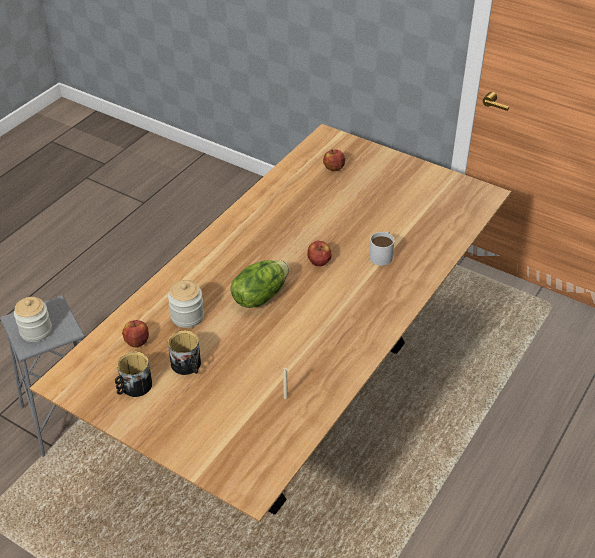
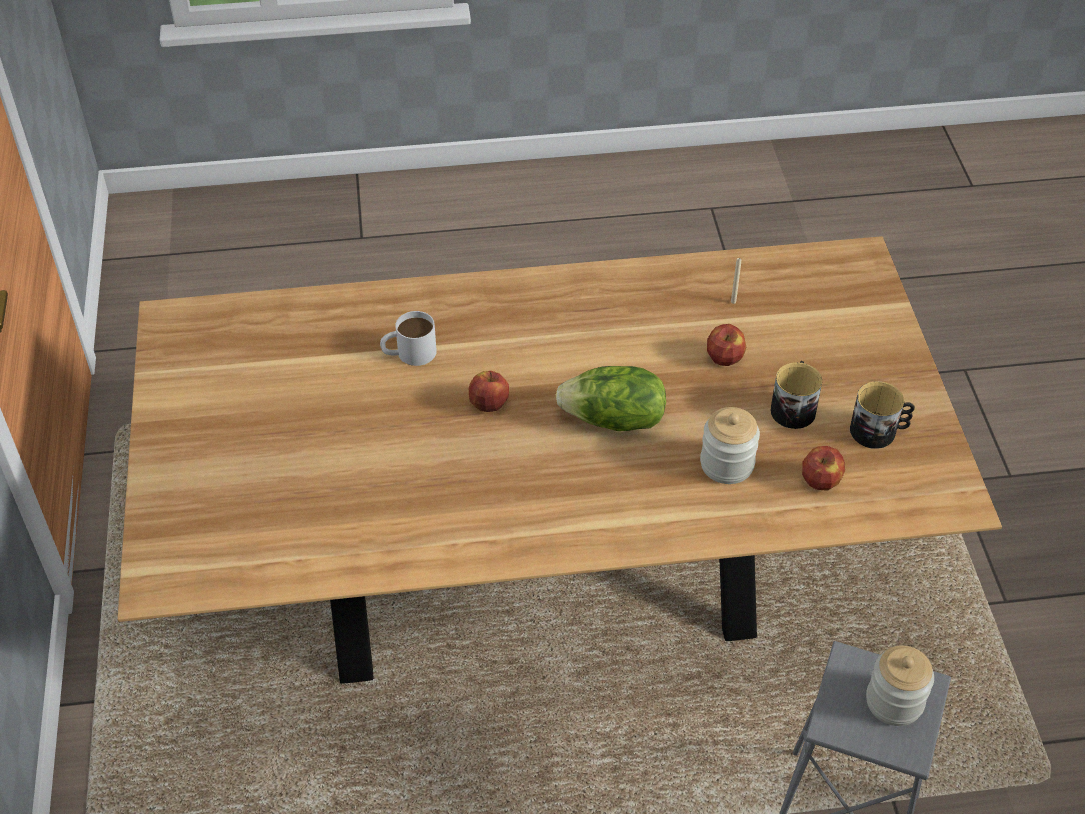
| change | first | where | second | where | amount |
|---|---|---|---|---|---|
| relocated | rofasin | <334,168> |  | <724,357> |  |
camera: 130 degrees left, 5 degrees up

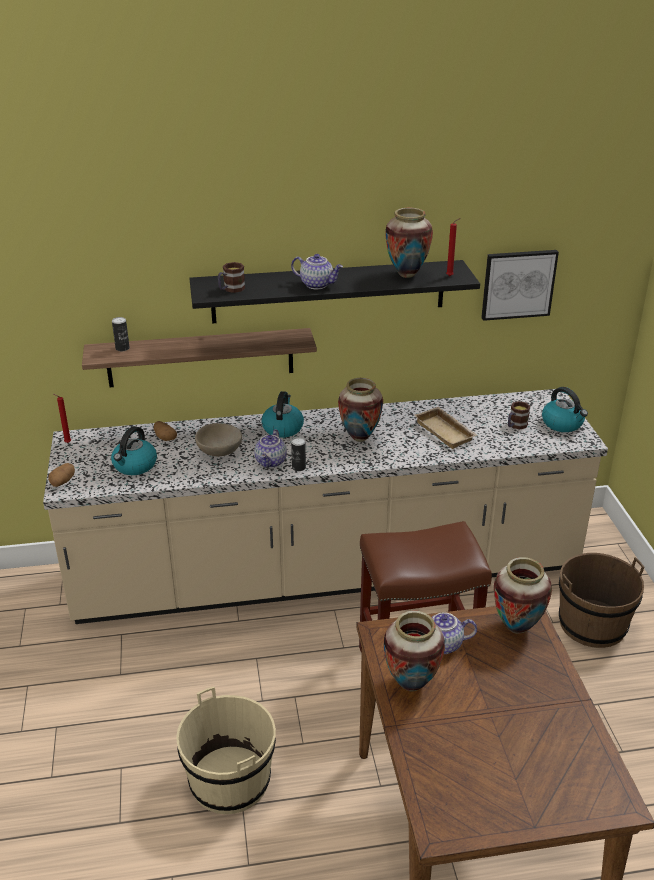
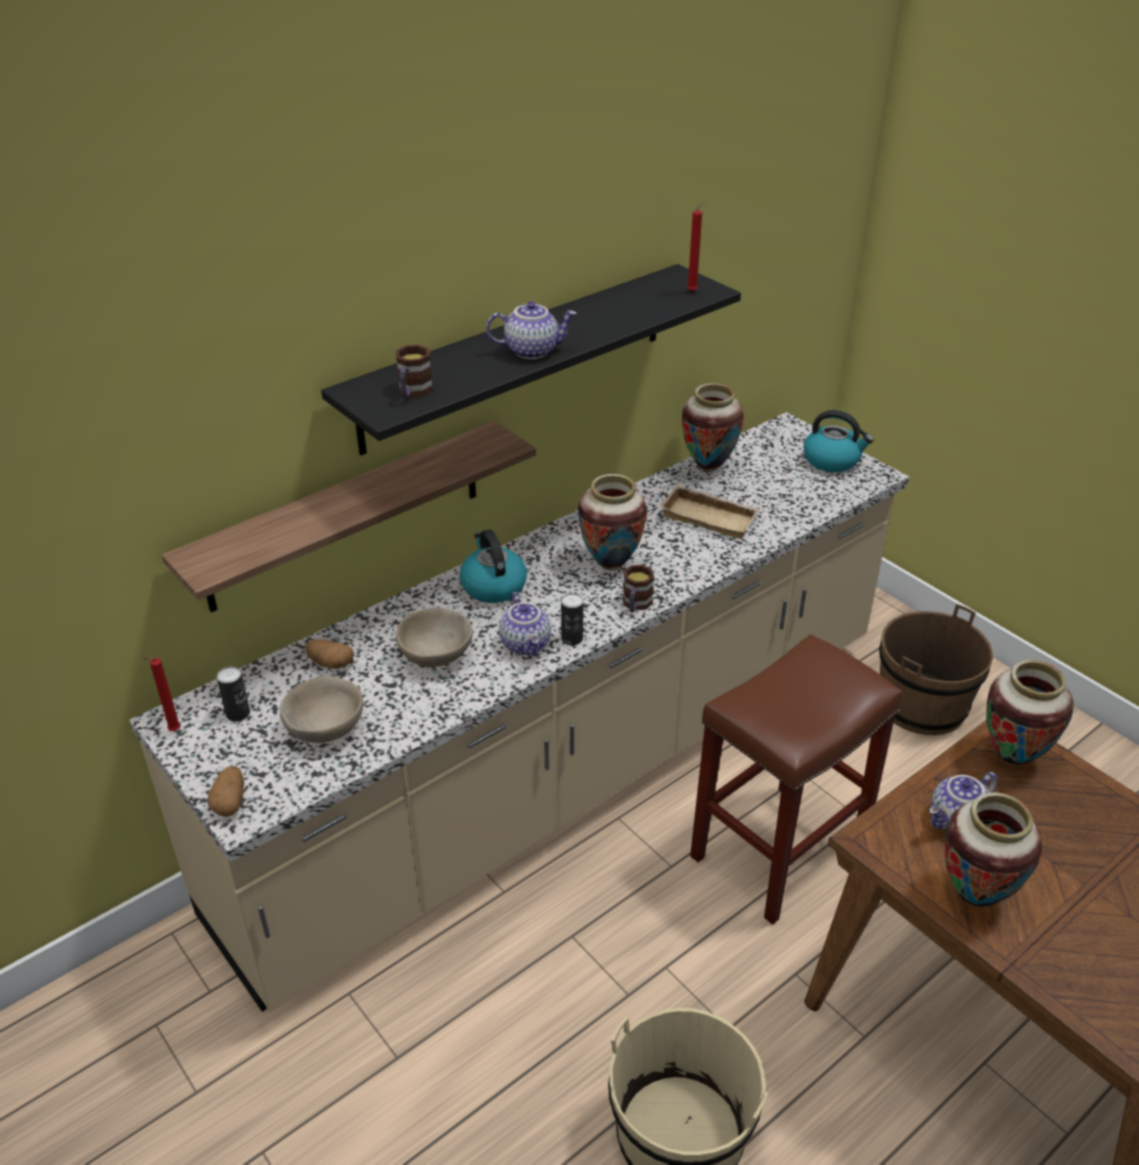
| change | first | where | second | where | amount |
|---|---|---|---|---|---|
| exchanged | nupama | <135,466> | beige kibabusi | <326,728> |  |
| relocated | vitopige | <122,348> |  | <238,713> |  |
| relocated | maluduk | <406,275> |  | <708,466> |  |
| missing | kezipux | <518,284> |  |  |  |
| relocated | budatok | <515,426> |  | <636,605> |  |
camera: 30 degrees left, 5 degrees up

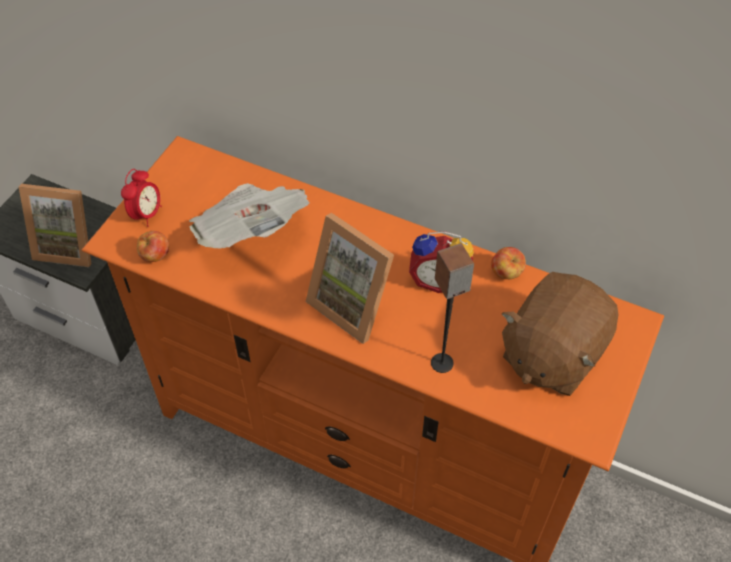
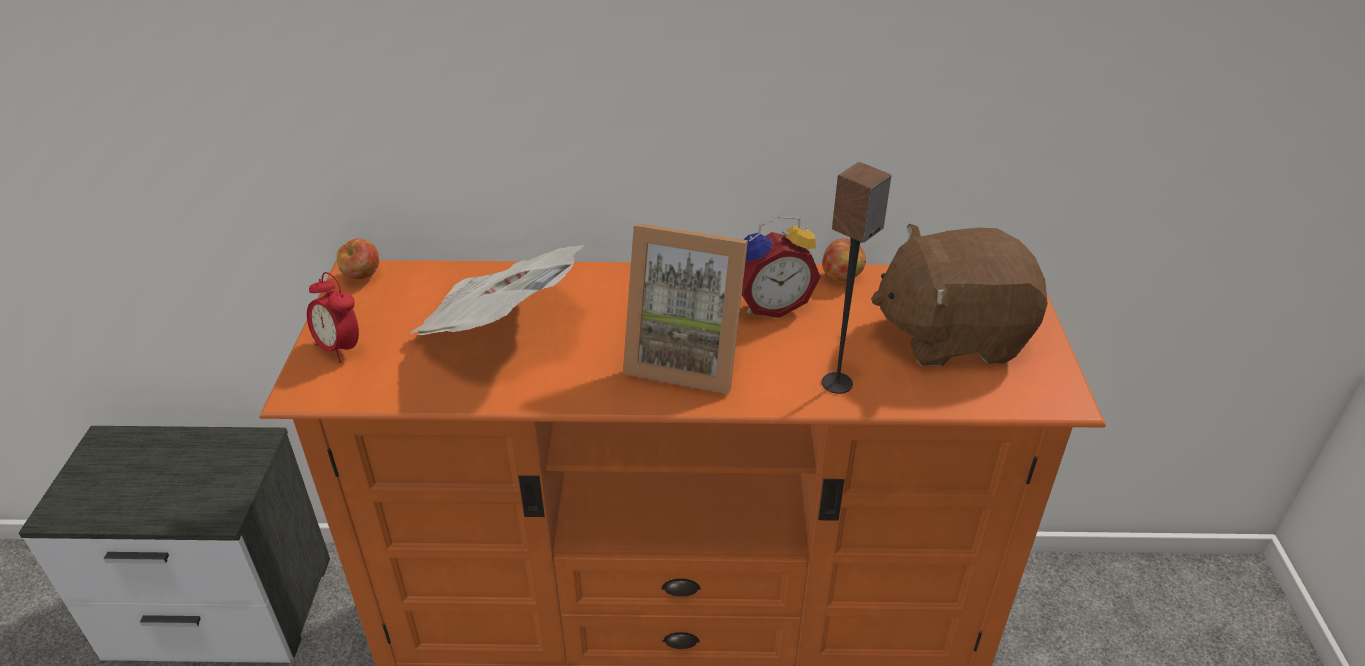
| change | first | where | second | where | amount |
|---|---|---|---|---|---|
| missing | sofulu | <69,245> |  |  |  |
| spun | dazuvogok | <146,214> |  | <340,348> | 135 degrees clockwise |
| relocated | rofasin | <156,256> |  | <362,277> |  |
| spun | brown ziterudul | <551,353> |  | <951,334> | 75 degrees clockwise |
camera: 25 degrees left, 15 degrees down

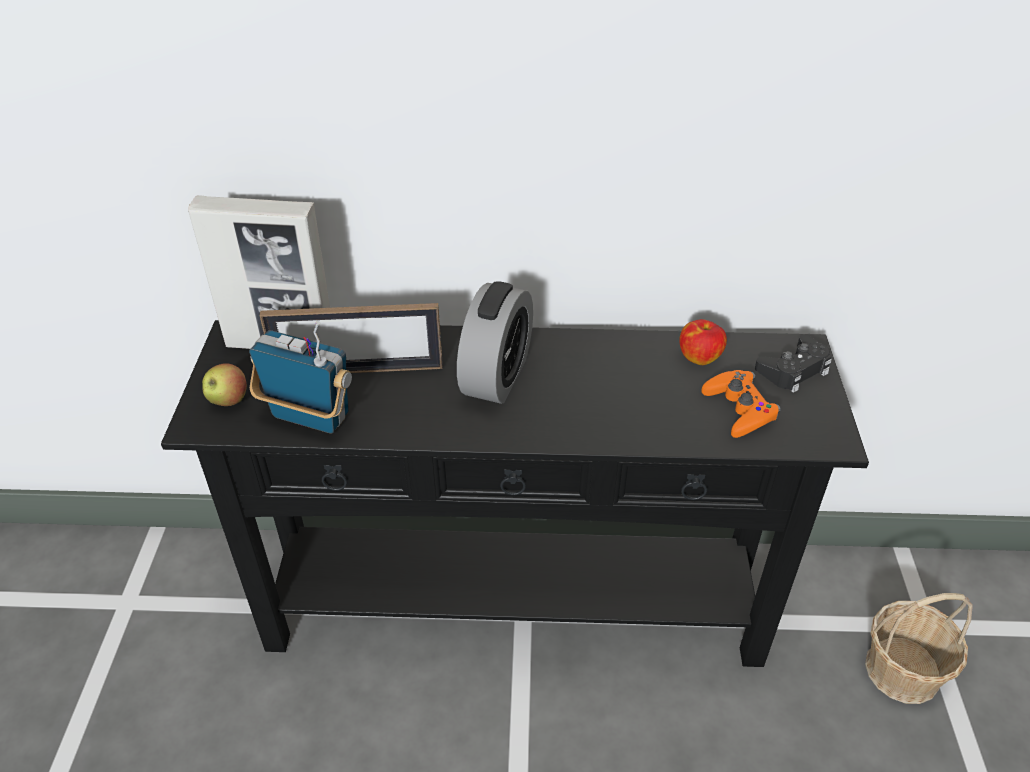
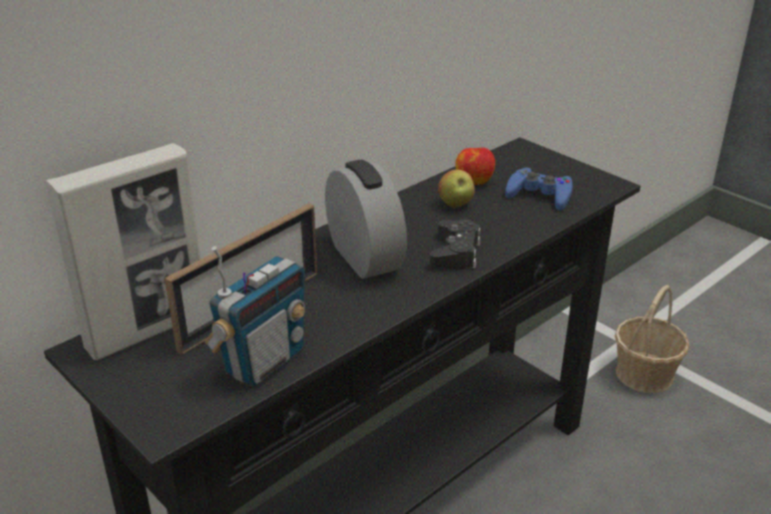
| change | first | where | second | where | amount |
|---|---|---|---|---|---|
| relocated | rofasin | <228,401> |  | <455,205> |  |
| spun | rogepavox | <310,417> |  | <264,361> | 150 degrees clockwise |
| colour | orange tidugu | <739,409> | blue tidugu | <539,195> |  |
| relocated | black tidugu | <794,370> |  | <455,252> |  |
camera: 45 degrees left, 10 degrees down

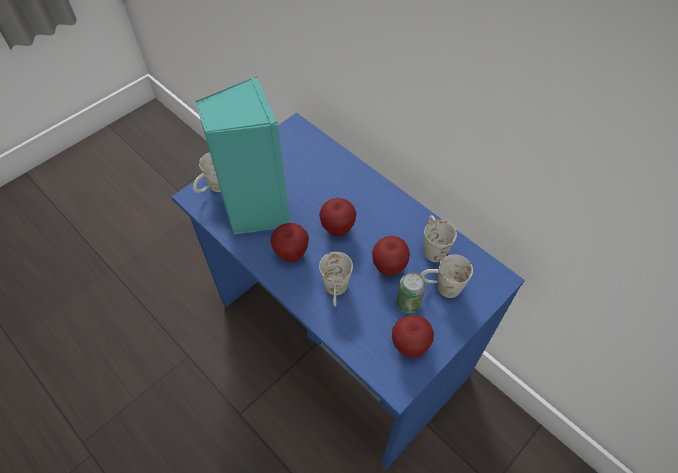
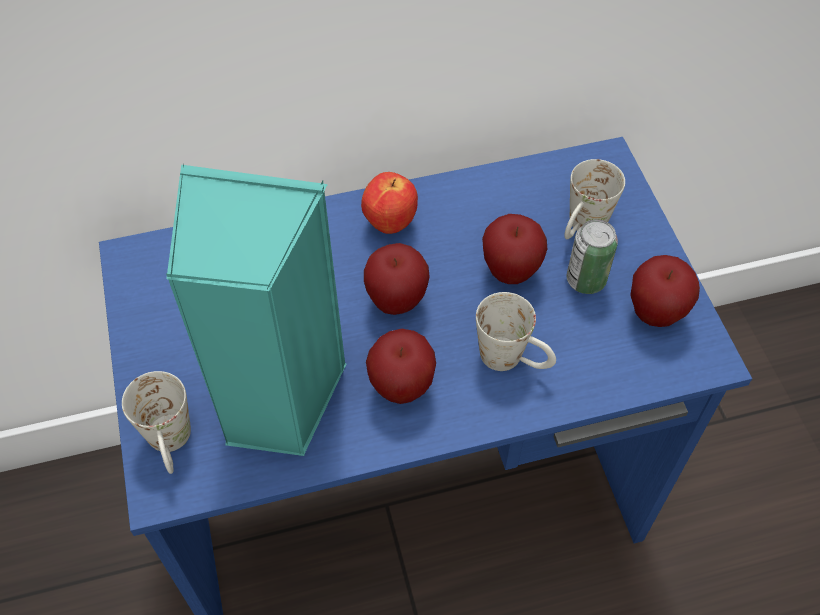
| change | first | where | second | where | amount |
|---|---|---|---|---|---|
| missing | white budatok | <432,246> |  |  |  |
| appeared |  |  | rofasin | <389,222> |  |
camera: 60 degrees left, 0 degrees up

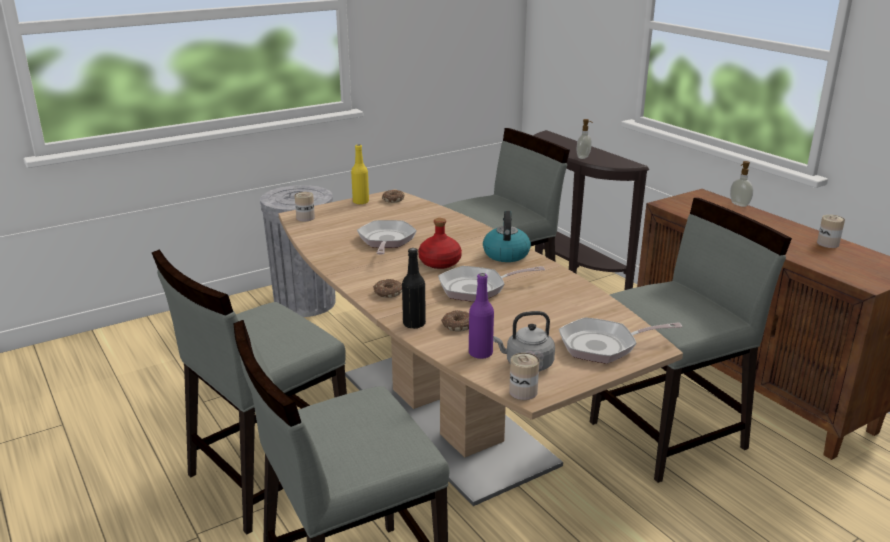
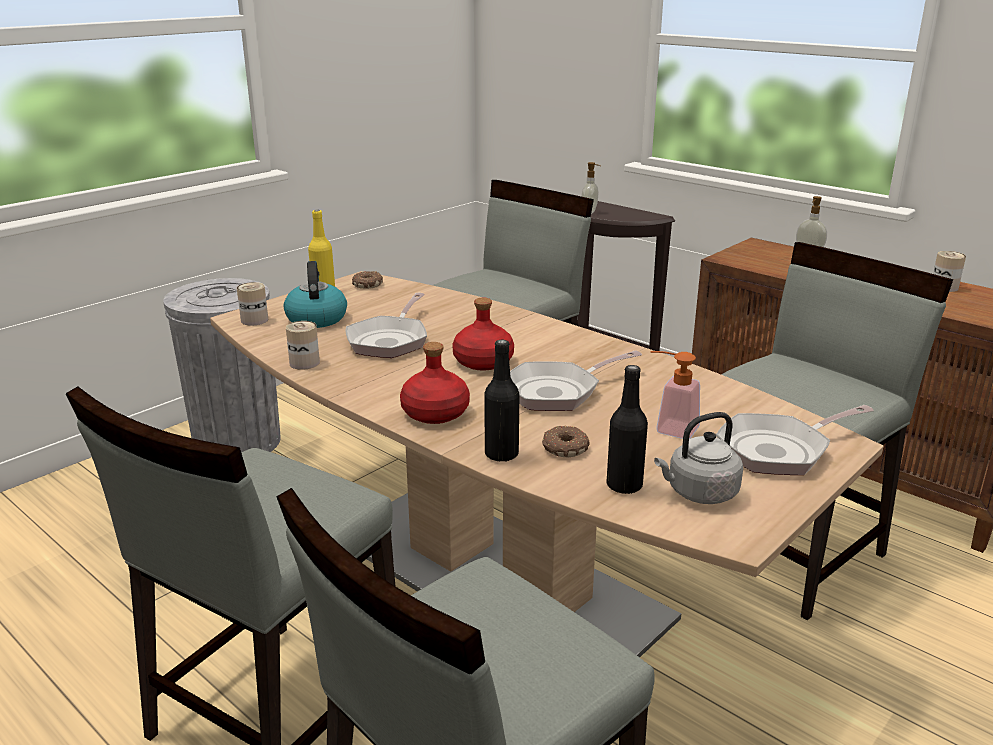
| change | first | where | second | where | amount |
|---|---|---|---|---|---|
| spun | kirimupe | <386,241> |  | <390,340> | 150 degrees counterclockwise |
| exchanged | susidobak | <387,293> | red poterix | <435,413> |  |
| colour | purple poterix | <480,353> | black poterix | <624,485> |  |
| relocated | nupama | <506,254> |  | <316,318> |  |
| relocated | vitopige | <523,392> |  | <304,363> |  |
| appeared |  |  | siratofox | <669,428> |  |
camera: 15 degrees left, 0 degrees up

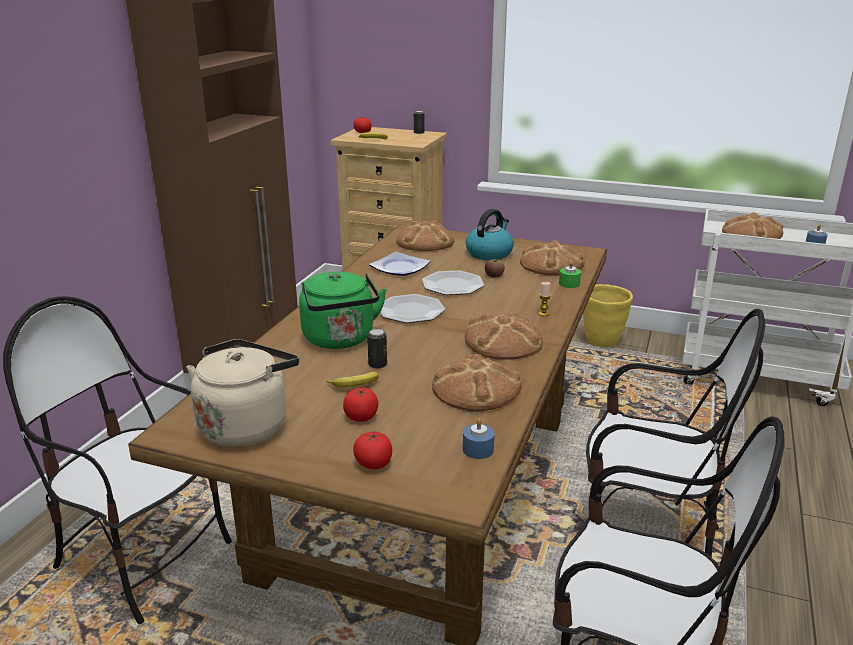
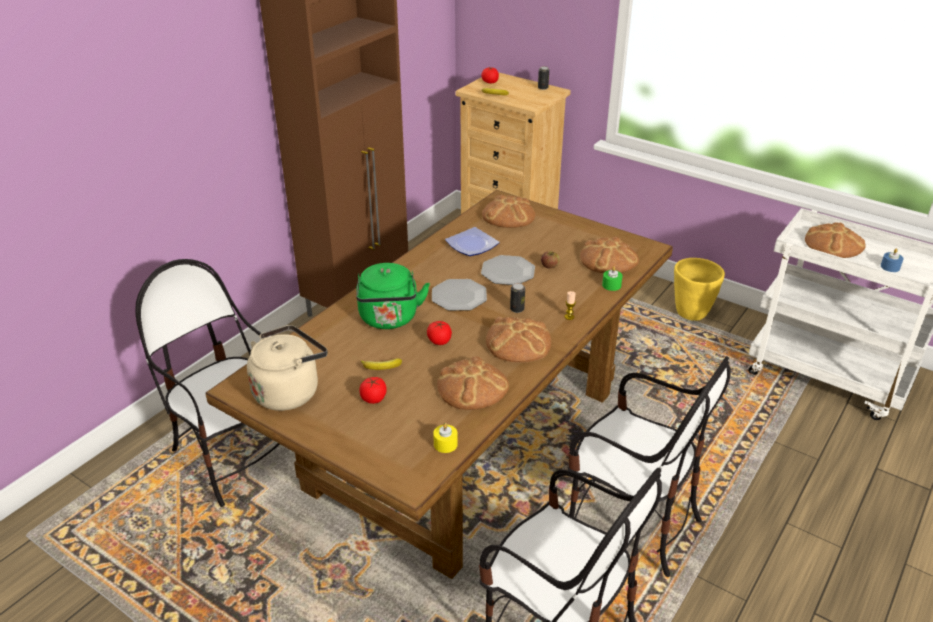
| change | first | where | second | where | amount |
|---|---|---|---|---|---|
| relocated | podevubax | <373,463> |  | <439,341> |  |
| relocated | vitopige | <377,365> |  | <517,309> |  |
| colour | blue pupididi | <478,449> | yellow pupididi | <445,444> |  |
| missing | nupama | <489,253> |  |  |  |
camera: 15 degrees right, 10 degrees up

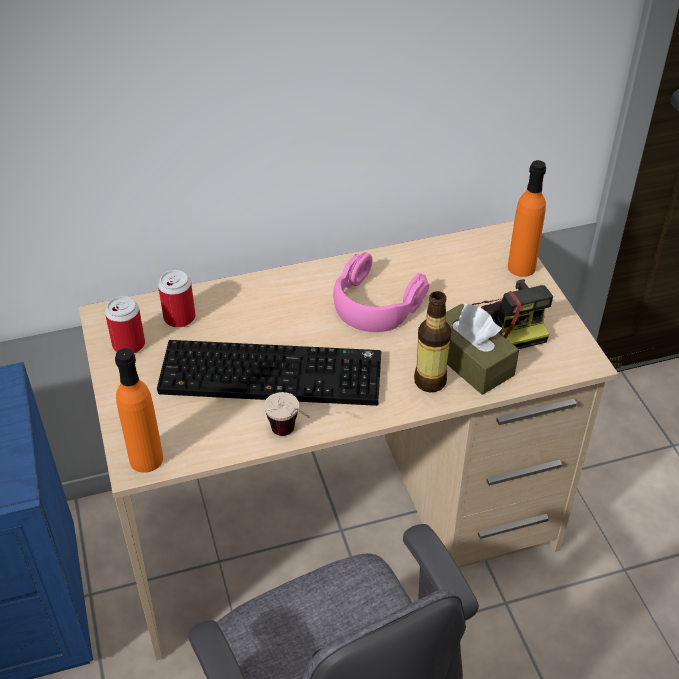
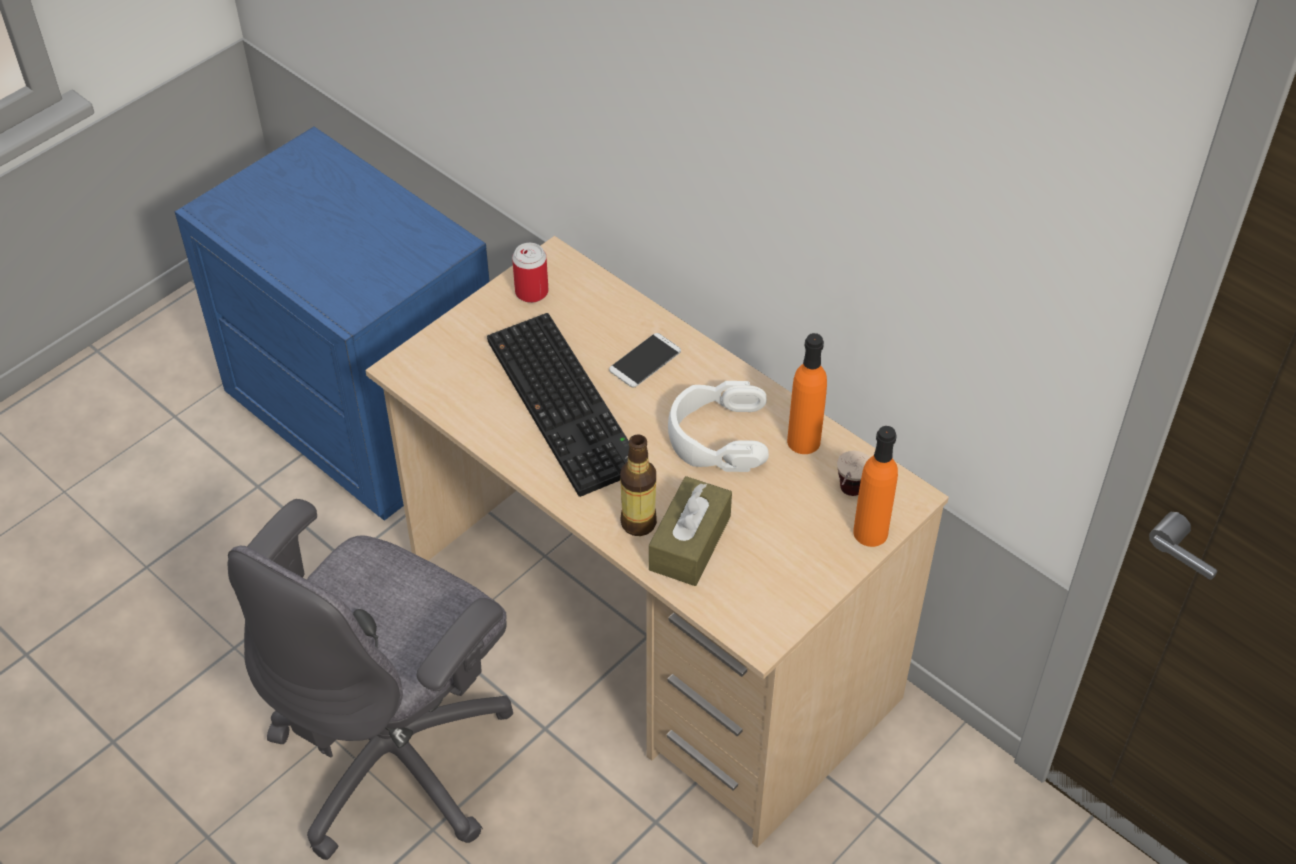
| change | first | where | second | where | amount |
|---|---|---|---|---|---|
| relocated | orange poterix | <146,459> |  | <803,441> |  |
| missing | vitopige | <179,318> |  |  |  |
| relocated | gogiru | <291,436> |  | <847,498> |  |
| colour | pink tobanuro | <375,304> | white tobanuro | <717,436> |  |
| missing | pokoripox | <510,321> |  |  |  |
| appeared |  |  | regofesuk | <645,361> |  |
camera: 60 degrees right, 5 degrees up

